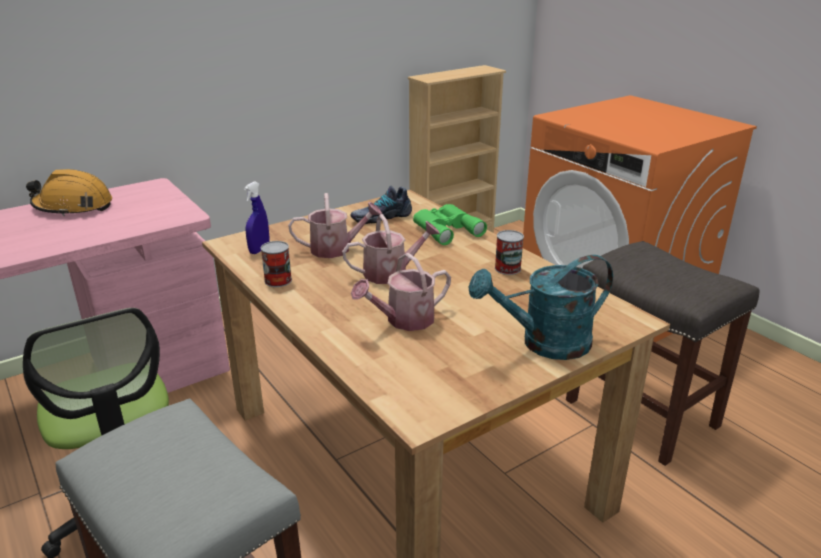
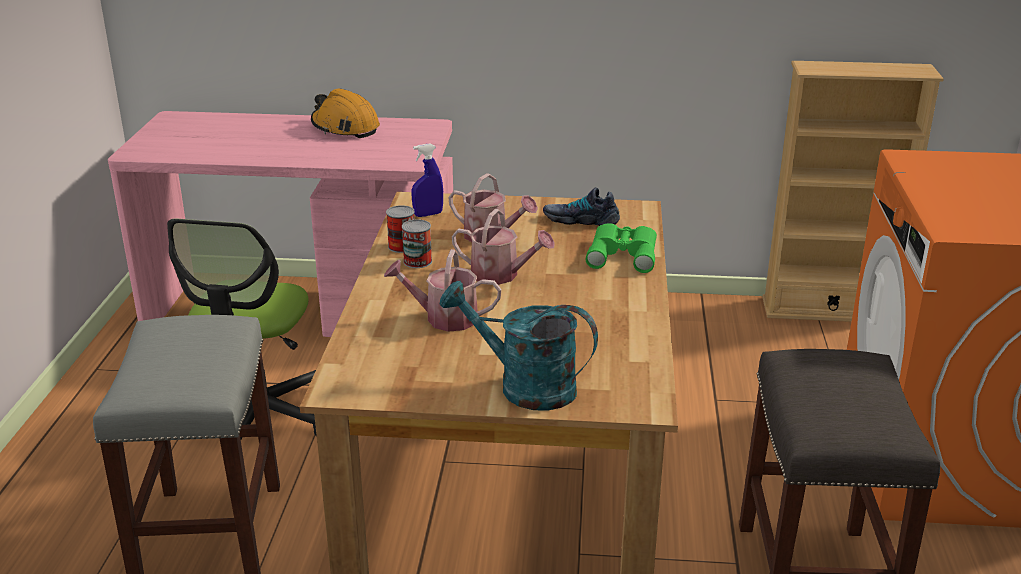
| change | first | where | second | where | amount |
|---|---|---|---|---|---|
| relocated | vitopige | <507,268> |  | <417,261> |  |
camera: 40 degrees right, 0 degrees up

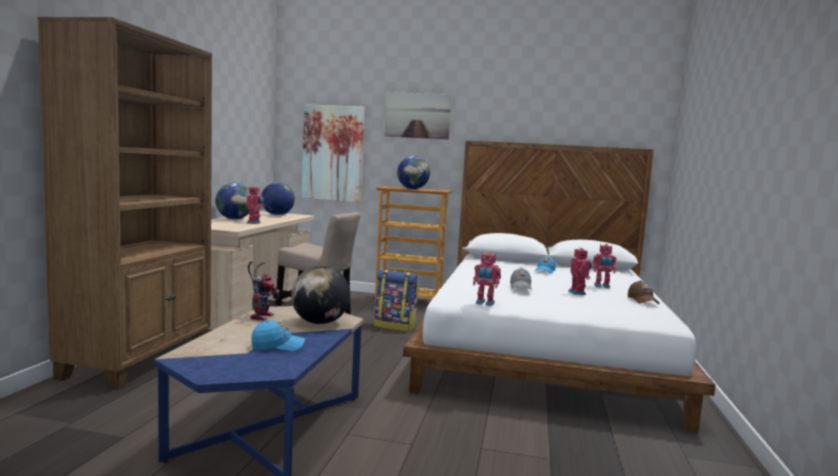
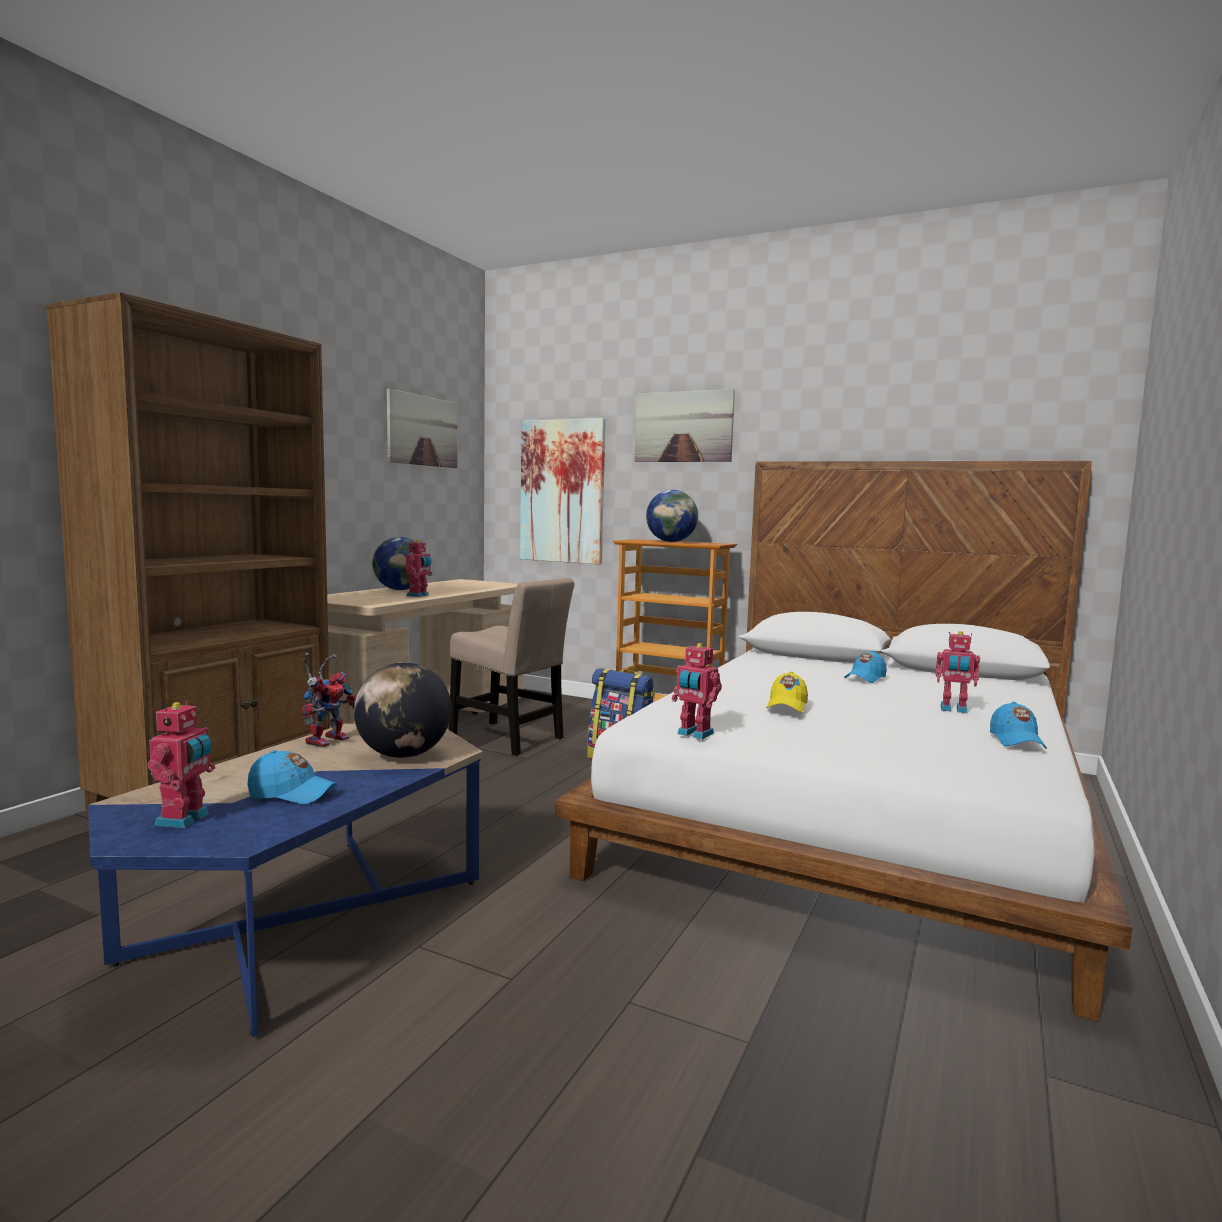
| change | first | where | second | where | amount |
|---|---|---|---|---|---|
| missing | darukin | <277,215> |  |  |  |
| colour | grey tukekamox | <520,287> | yellow tukekamox | <787,706> |  |
| relocated | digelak | <578,293> |  | <185,819> |  |
| colour | brown tukekamox | <642,301> | blue tukekamox | <1016,741> |  |
| appeared |  |  | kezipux | <422,431> |  |
camera: 15 degrees right, 0 degrees up

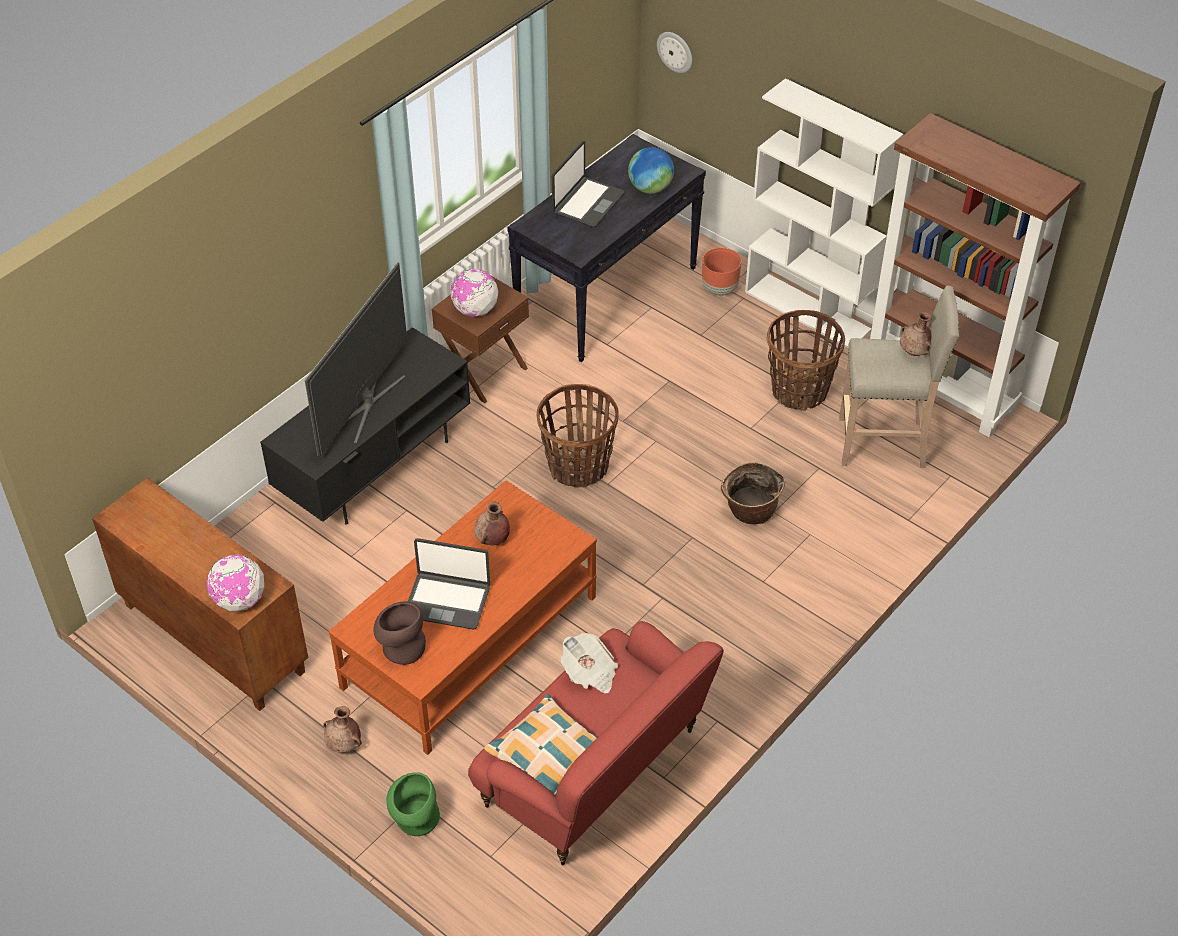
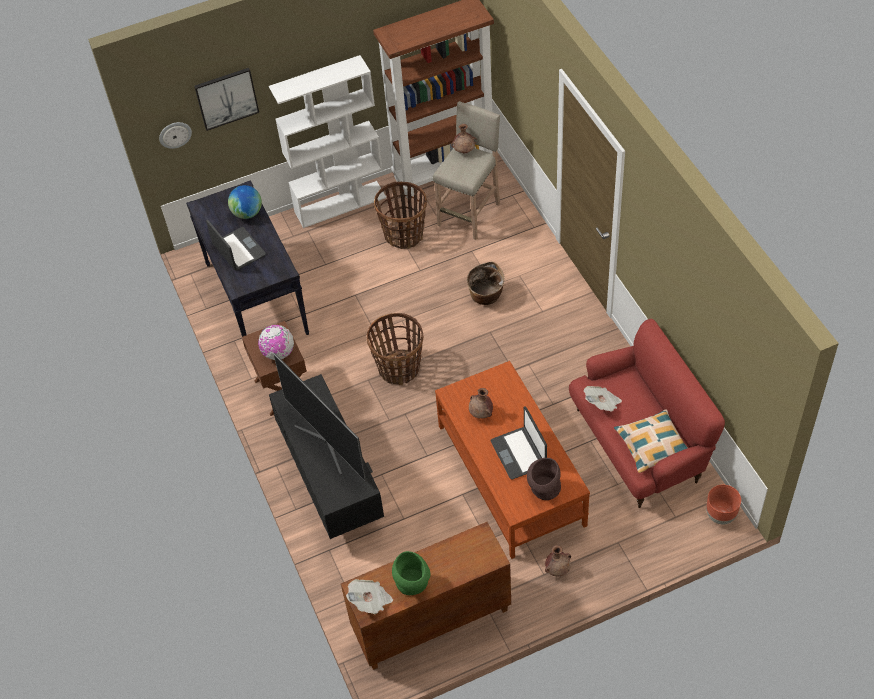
| change | first | where | second | where | amount |
|---|---|---|---|---|---|
| missing | darukin | <239,600> |  |  |  |
| relocated | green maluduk | <414,821> |  | <413,584> |  |
| spun | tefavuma | <447,601> |  | <519,453> | 120 degrees clockwise |
| relocated | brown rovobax | <719,290> |  | <721,515> |  |
| appeared |  |  | kezipux | <226,98> |  |
| appeared |  |  | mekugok | <370,601> |  |
camera: 60 degrees left, 5 degrees up

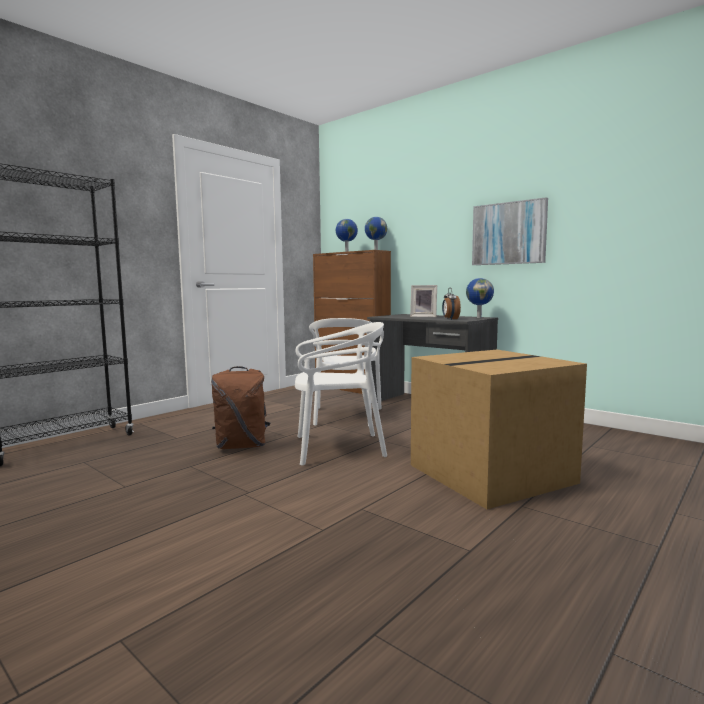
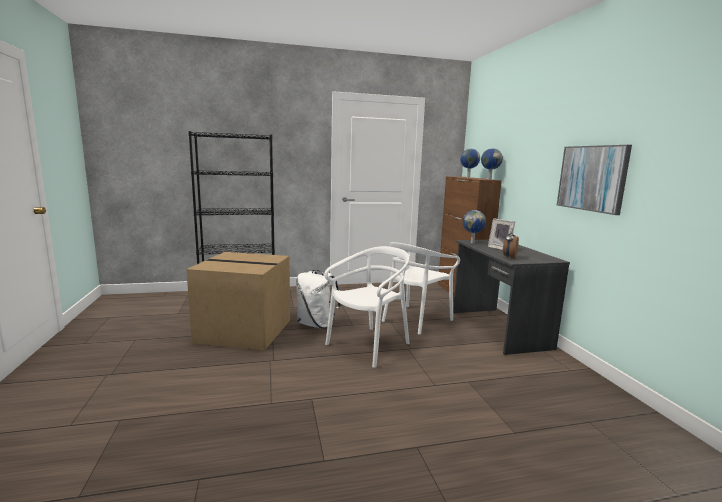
| change | first | where | second | where | amount |
|---|---|---|---|---|---|
| colour | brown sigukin | <242,446> | white sigukin | <316,324> |  |
| spun | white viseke | <338,448> |  | <369,345> | 75 degrees counterclockwise |
| relocated | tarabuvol | <490,474> |  | <242,331> |  |
| relocated | darukin | <479,317> |  | <472,243> |  |
camera: 35 degrees right, 5 degrees up

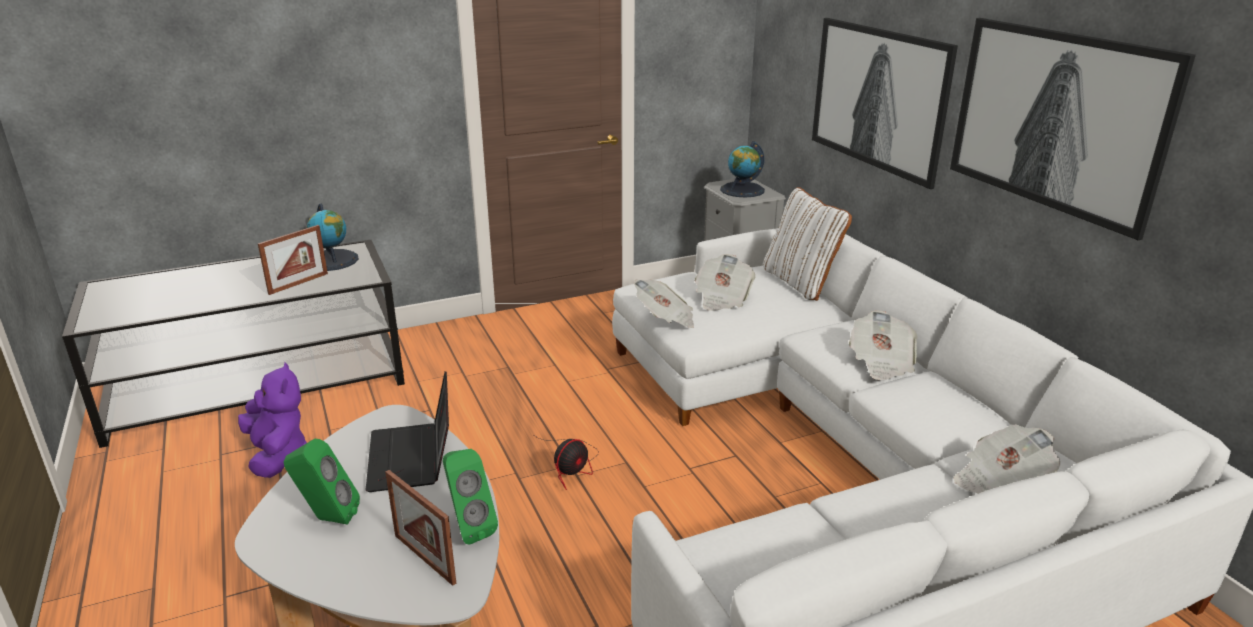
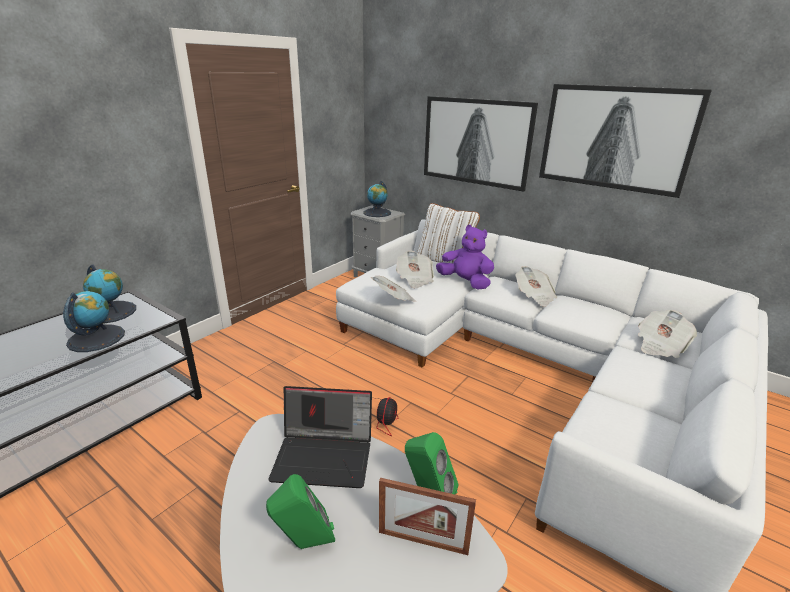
| change | first | where | second | where | amount |
|---|---|---|---|---|---|
| relocated | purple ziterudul | <277,455> |  | <465,282> |  |
| exchanged | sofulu | <298,283> | darukin | <96,338> |  |
| spun | tefavuma | <413,458> |  | <325,456> | 45 degrees counterclockwise |
camera: 30 degrees left, 0 degrees up

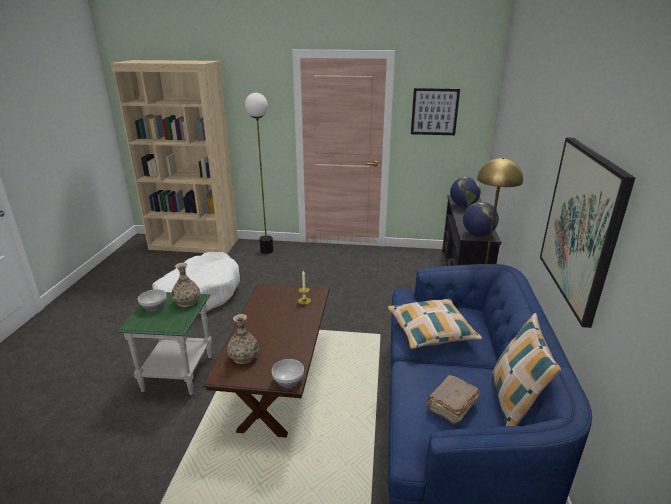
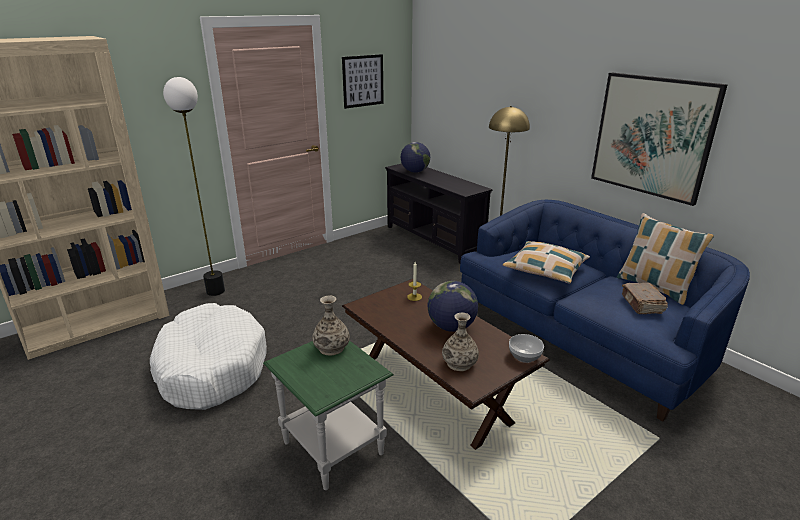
| change | first | where | second | where | amount |
|---|---|---|---|---|---|
| missing | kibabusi | <154,306> |  |  |  |
| relocated | darukin | <478,234> |  | <451,327> |  |
camera: 45 degrees left, 0 degrees up

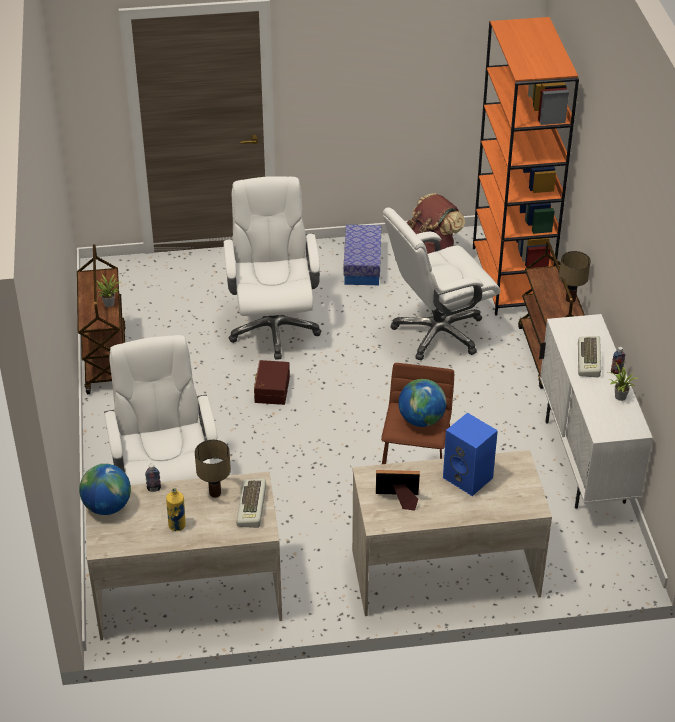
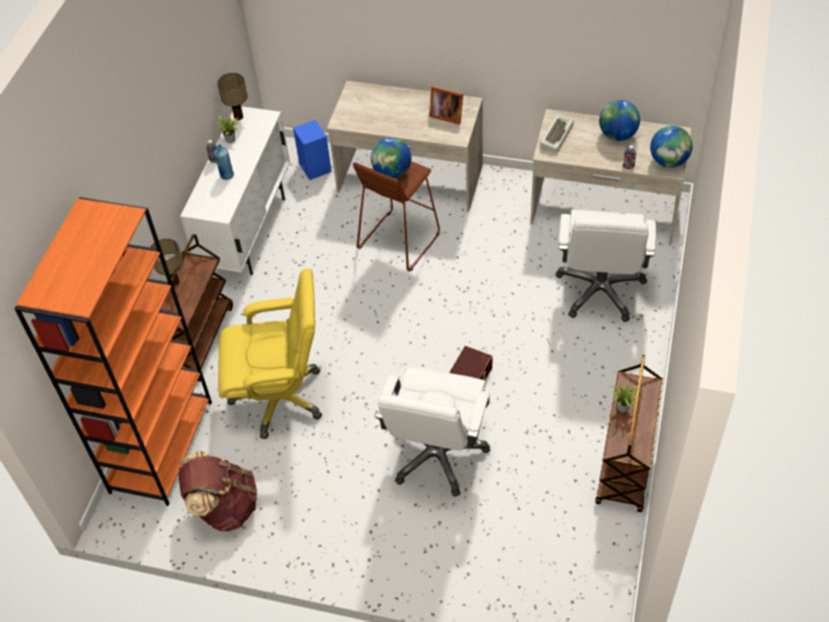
| change | first | where | second | where | amount |
|---|---|---|---|---|---|
| exchanged | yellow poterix | <177,525> | darukin | <617,135> |  |
| relocated | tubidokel | <215,493> |  | <238,116> |  |
| missing | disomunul | <362,265> |  |  |  |
| colour | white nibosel | <437,333> | yellow nibosel | <280,397> |  |
| relocated | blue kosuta | <469,478> |  | <314,167> |  |
| exchanged | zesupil | <590,360> | blue poterix | <227,175> |  |
camera: 155 degrees left, 10 degrees up

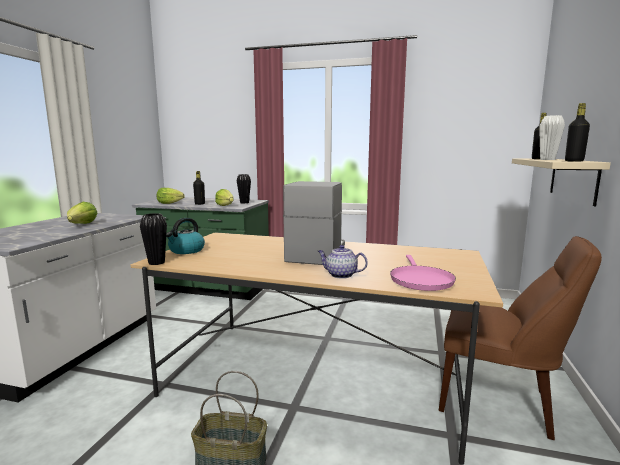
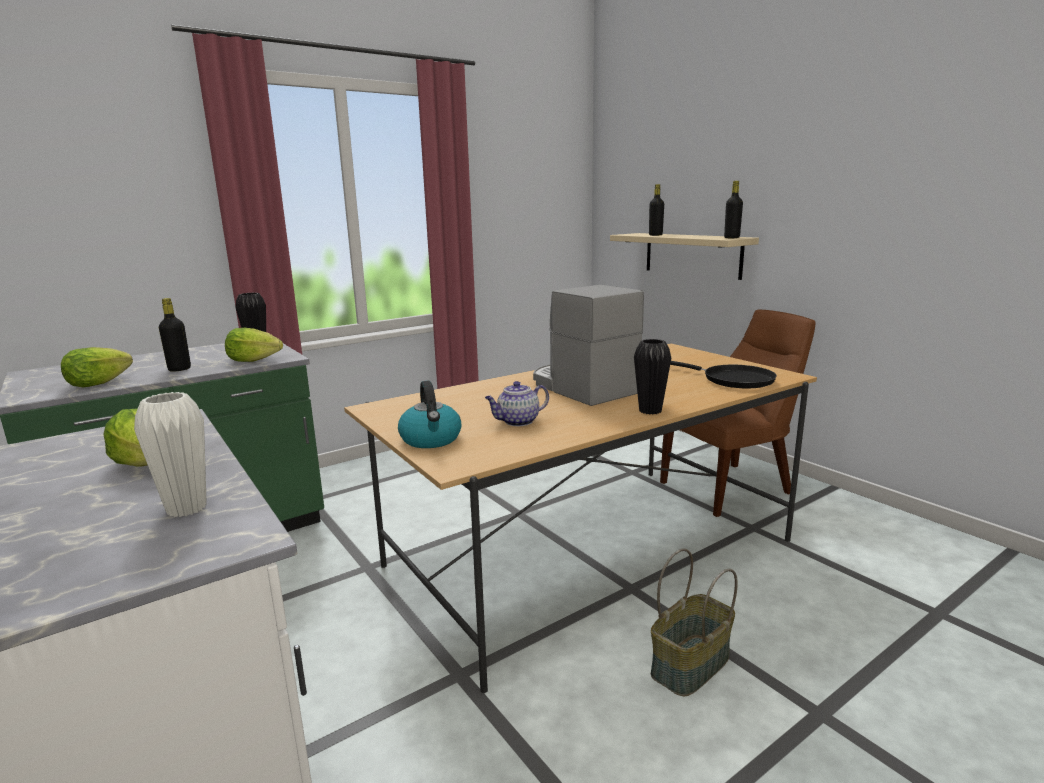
| change | first | where | second | where | amount |
|---|---|---|---|---|---|
| relocated | black maluduk | <156,263> |  | <650,411> |  |
| relocated | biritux | <340,275> |  | <517,422> |  |
| colour | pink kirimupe | <420,280> | black kirimupe | <733,380> |  |
| relocated | white maluduk | <547,159> |  | <186,508> |  |
camera: 50 degrees left, 5 degrees up

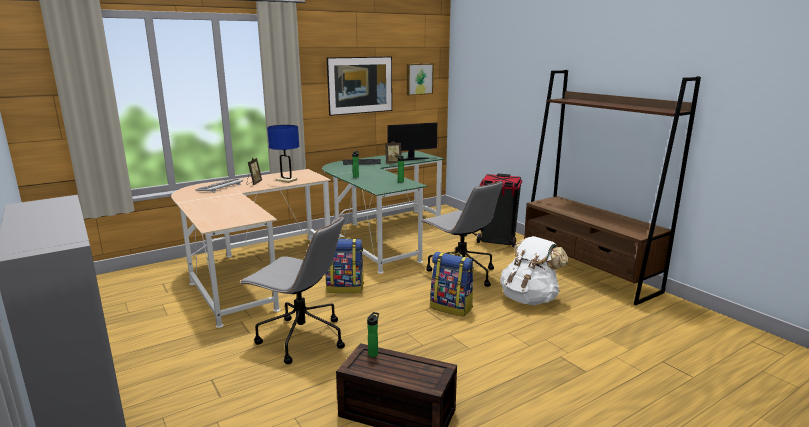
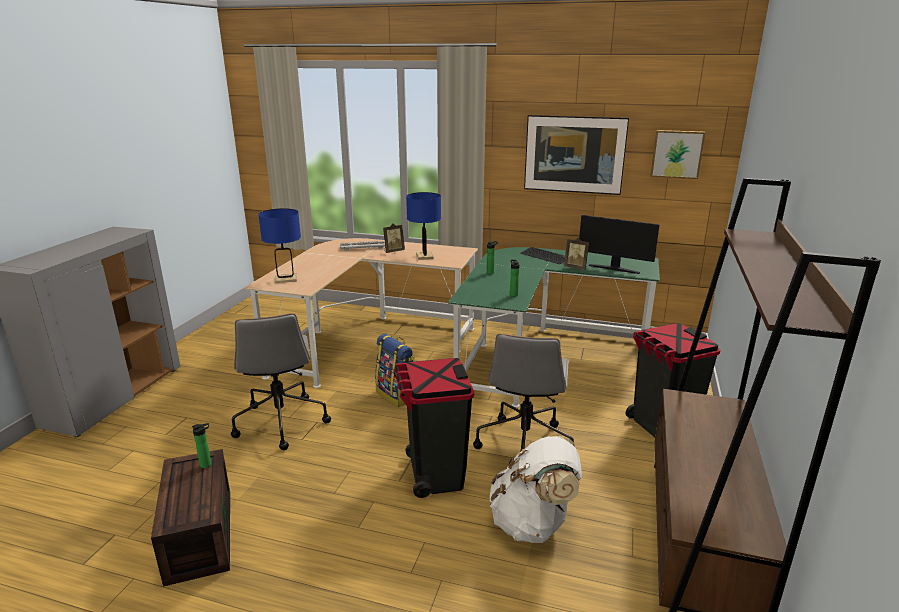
| change | first | where | second | where | amount |
|---|---|---|---|---|---|
| exchanged | sigukin | <452,307> | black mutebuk | <435,475> |  |
| appeared |  |  | blue tubidokel | <285,279> |  |
camera: 50 degrees right, 5 degrees up

